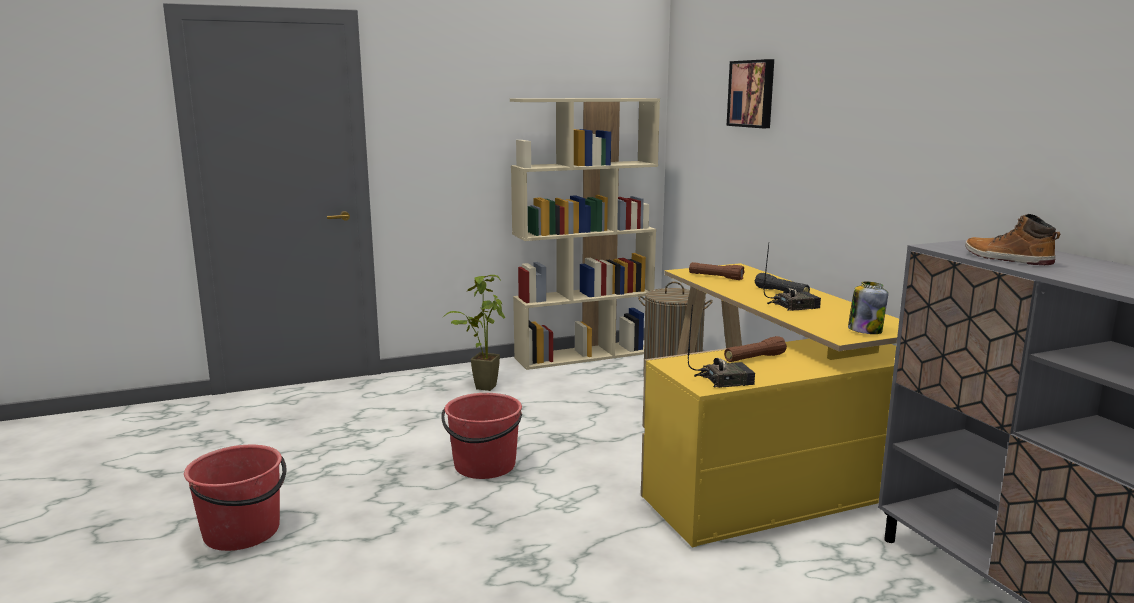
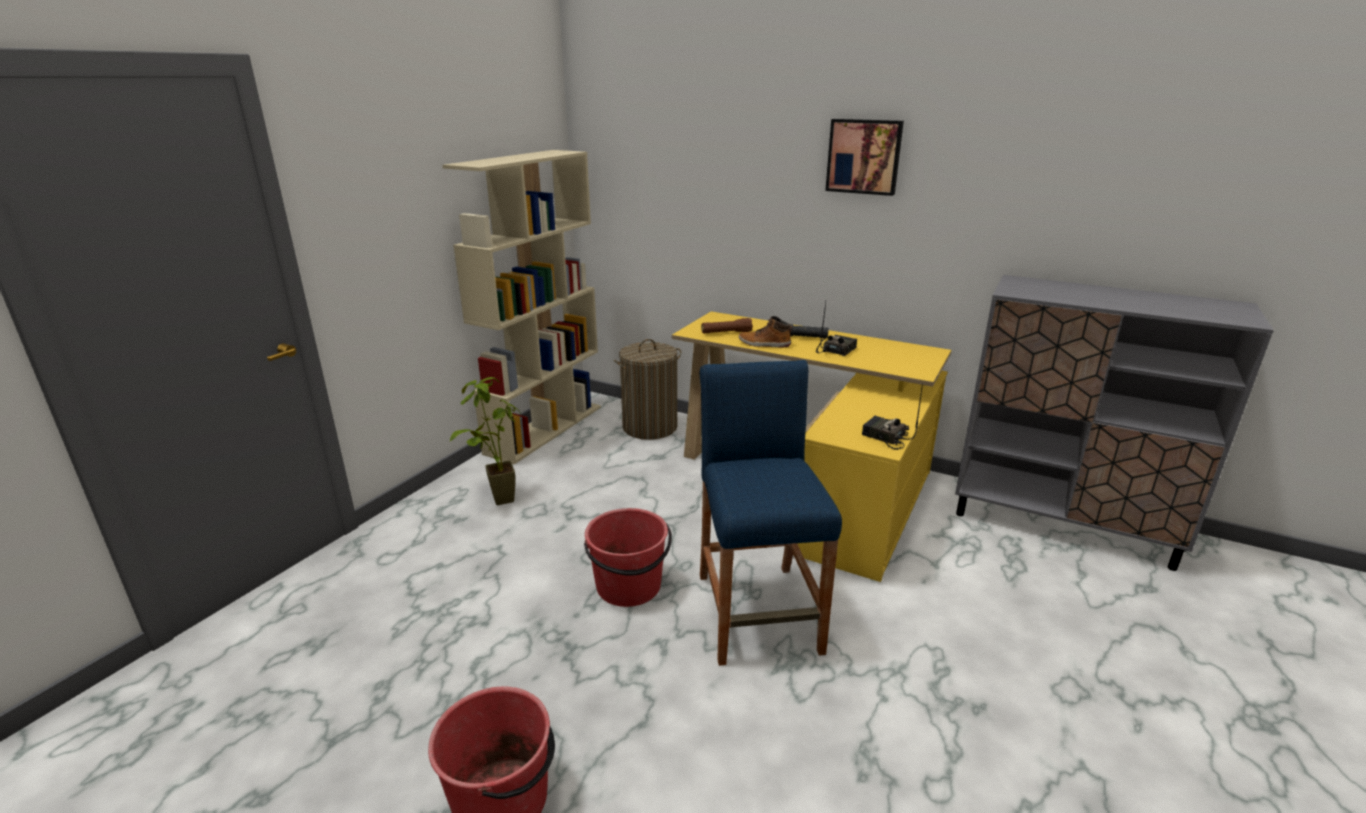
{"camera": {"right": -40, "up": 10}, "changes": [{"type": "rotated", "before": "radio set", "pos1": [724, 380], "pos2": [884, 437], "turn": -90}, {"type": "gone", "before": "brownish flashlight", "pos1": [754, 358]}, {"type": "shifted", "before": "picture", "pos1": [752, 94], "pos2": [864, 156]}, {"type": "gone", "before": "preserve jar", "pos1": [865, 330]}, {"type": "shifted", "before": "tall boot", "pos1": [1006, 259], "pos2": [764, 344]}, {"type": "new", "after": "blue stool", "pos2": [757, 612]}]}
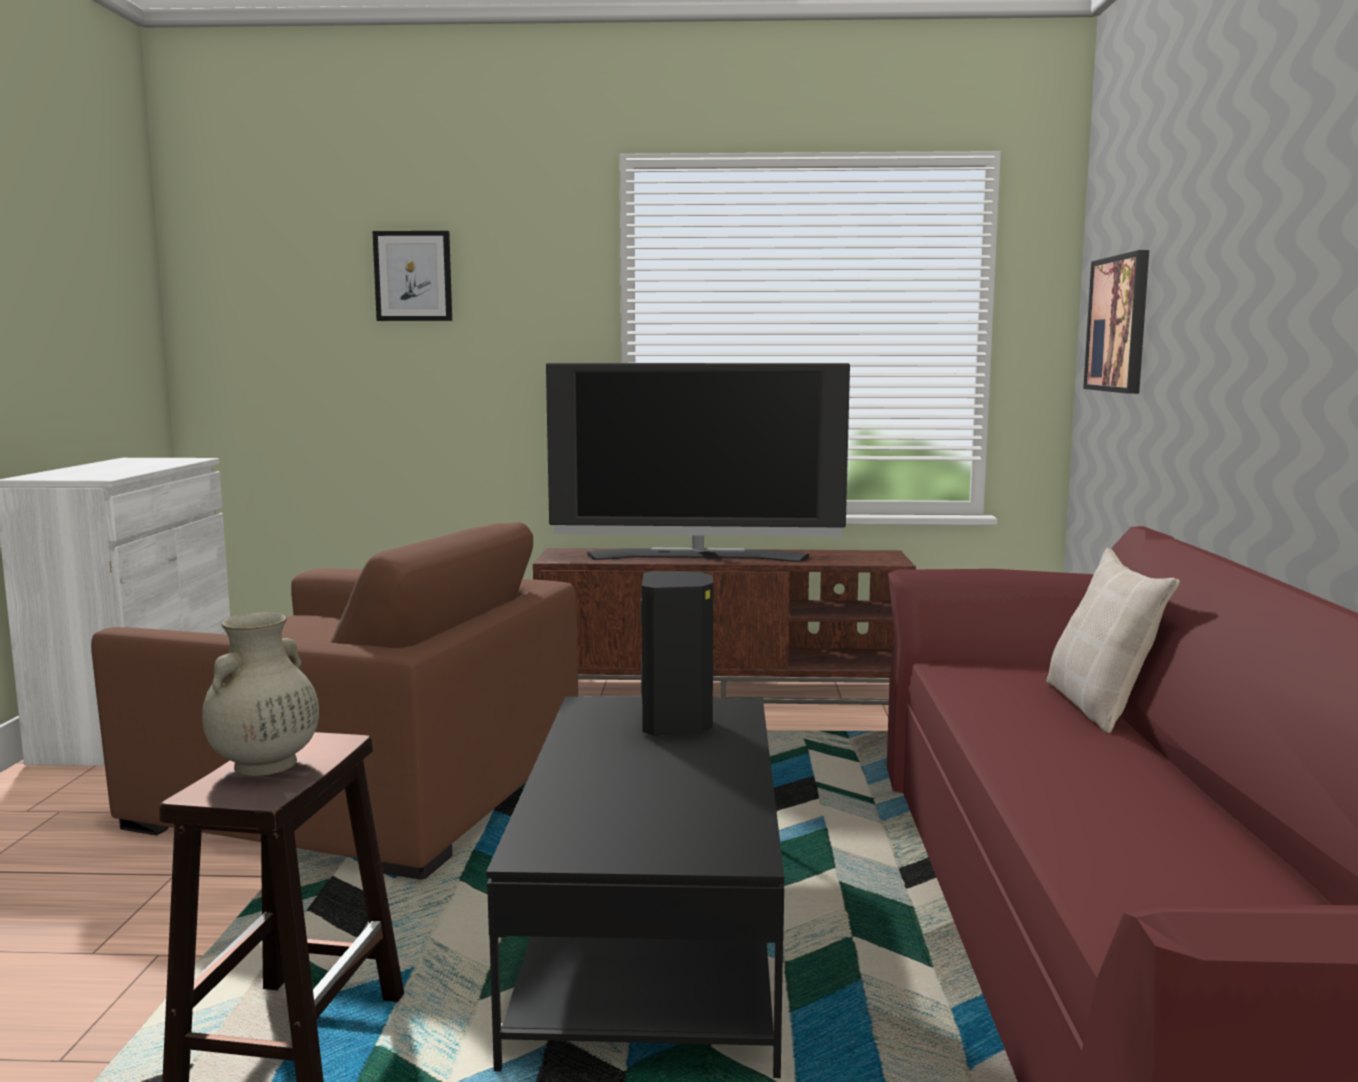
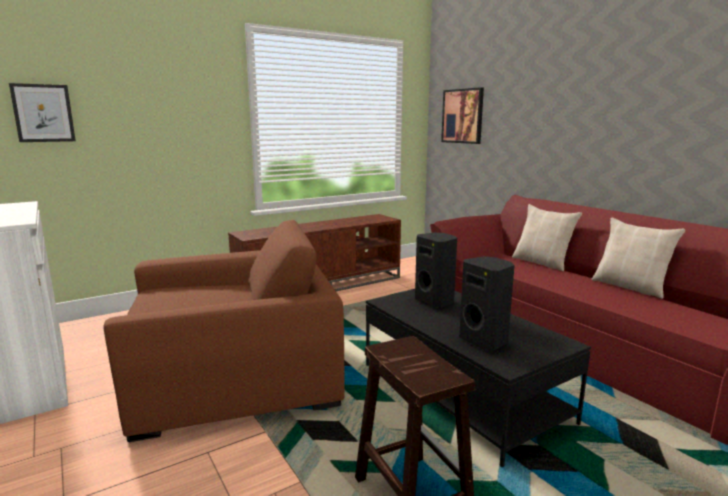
{"camera": {"right": -35, "up": 5}, "changes": [{"type": "gone", "before": "beige-coloured decorative vase", "pos1": [264, 766]}, {"type": "shifted", "before": "picture", "pos1": [413, 276], "pos2": [43, 113]}, {"type": "gone", "before": "television", "pos1": [698, 557]}, {"type": "new", "after": "black loudspeaker", "pos2": [484, 341]}, {"type": "new", "after": "beige-coloured pillow", "pos2": [630, 287]}]}
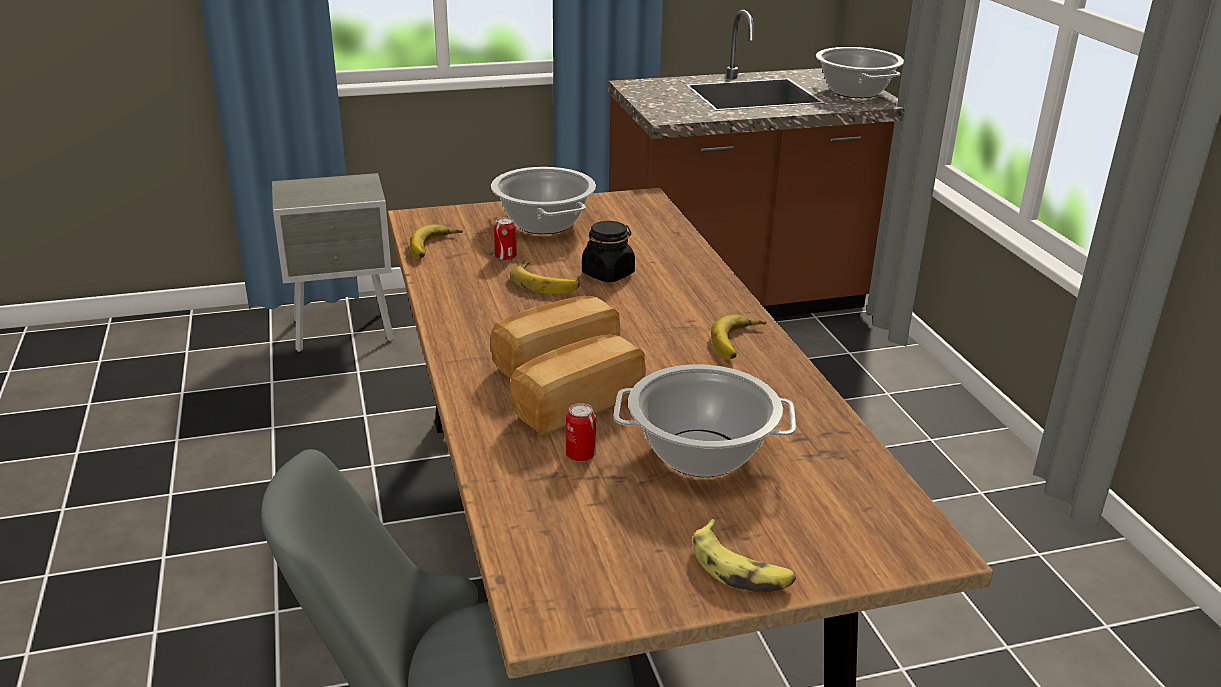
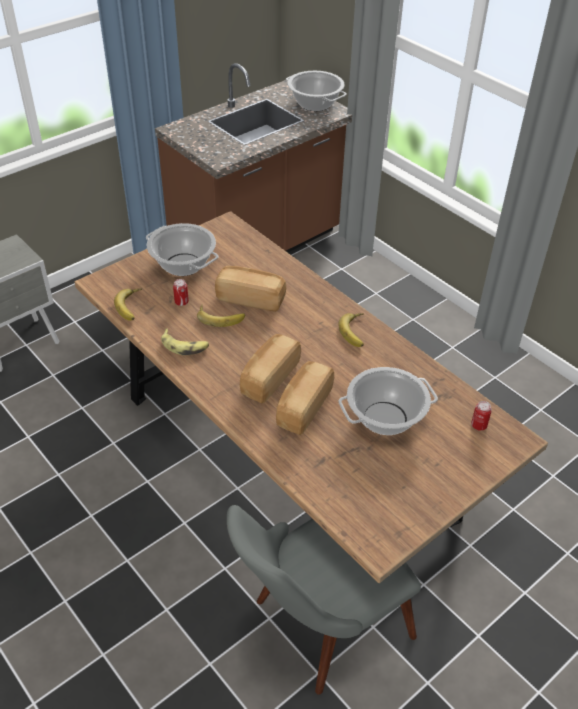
{"camera": {"right": -25, "up": 15}, "changes": [{"type": "shifted", "before": "sealed can", "pos1": [580, 455], "pos2": [478, 425]}, {"type": "swapped", "before": "black preserve jar", "after": "bread", "pos1": [608, 274], "pos2": [251, 298]}, {"type": "shifted", "before": "whole banana", "pos1": [741, 568], "pos2": [185, 346]}]}
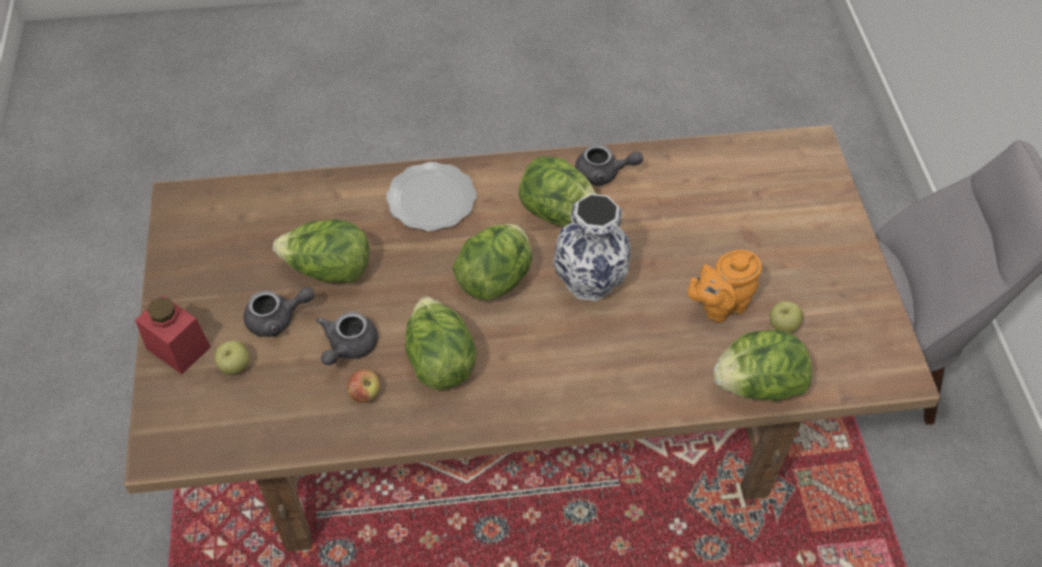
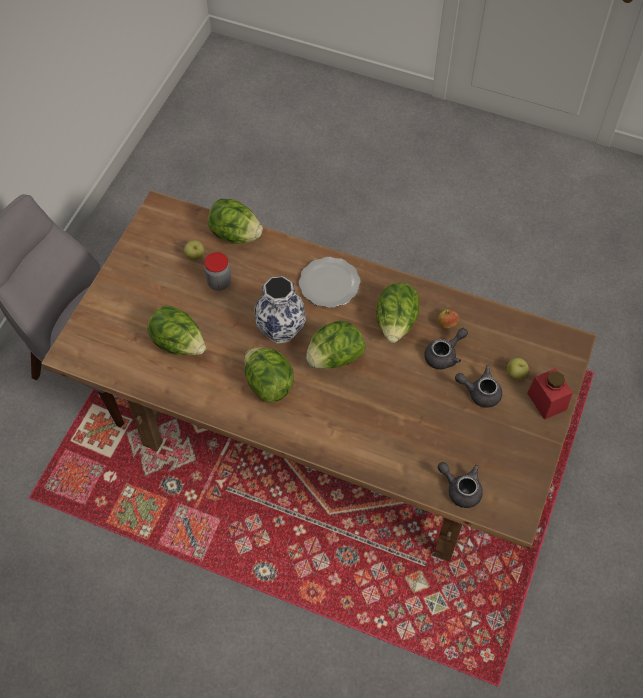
{"camera": {"right": -150, "up": 5}, "changes": [{"type": "shifted", "before": "lettuce", "pos1": [328, 270], "pos2": [179, 343]}, {"type": "shifted", "before": "dinner plate", "pos1": [433, 199], "pos2": [328, 283]}, {"type": "shifted", "before": "greyish pot for tea", "pos1": [603, 174], "pos2": [460, 489]}, {"type": "swapped", "before": "orange pot for tea", "after": "preserve jar", "pos1": [719, 306], "pos2": [219, 282]}]}
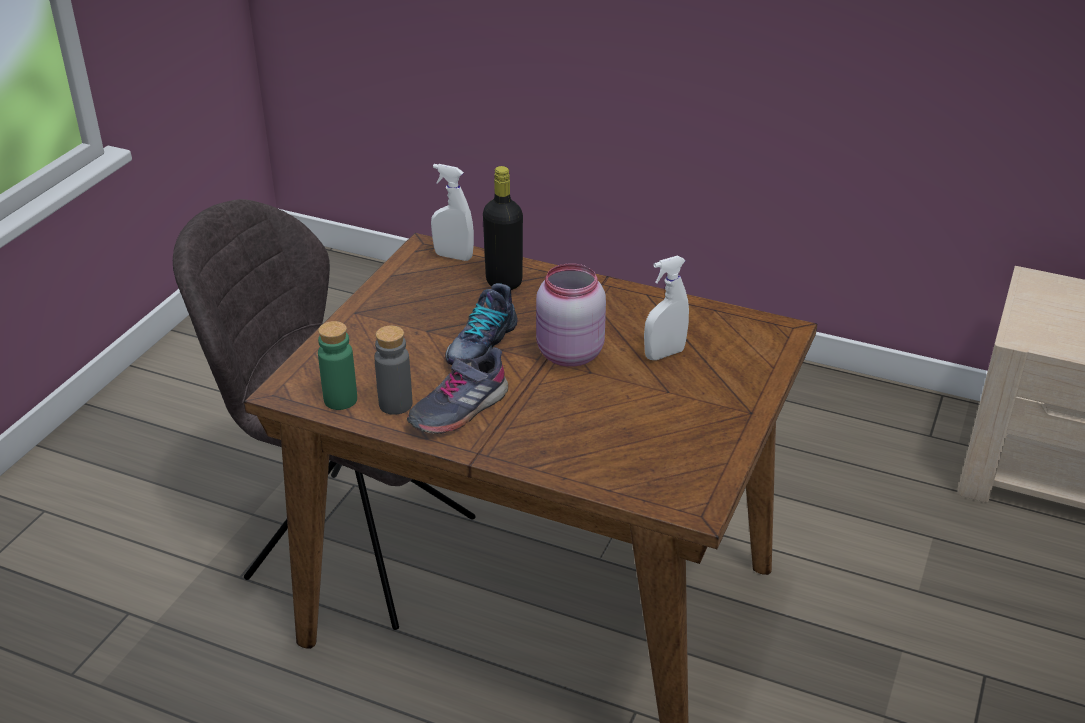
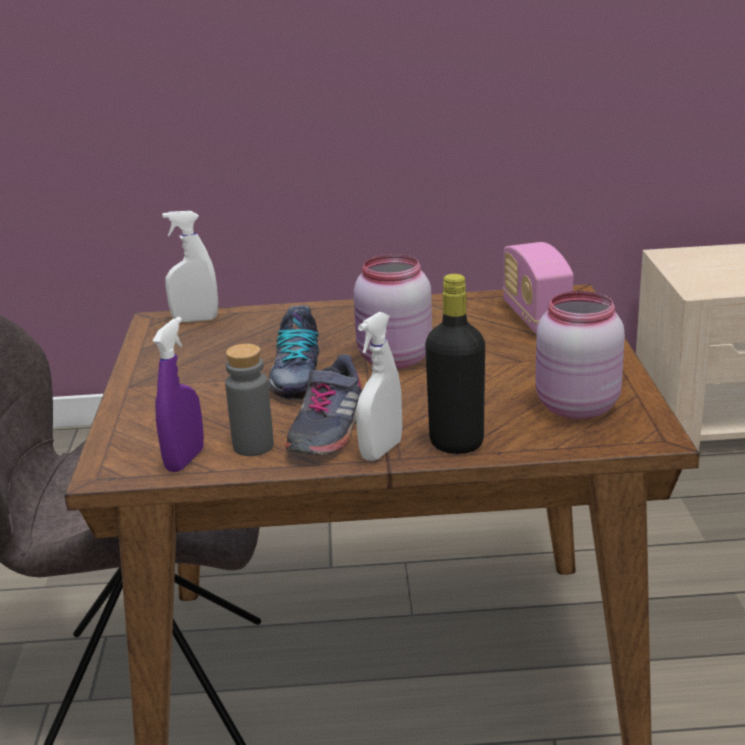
{"camera": {"right": -25, "up": -10}, "changes": [{"type": "swapped", "before": "greenish beverage bottle", "after": "purplish hand sprayer", "pos1": [340, 400], "pos2": [185, 460]}, {"type": "shifted", "before": "black beverage bottle", "pos1": [504, 282], "pos2": [456, 443]}, {"type": "shifted", "before": "whitish hand sprayer", "pos1": [664, 354], "pos2": [381, 450]}, {"type": "new", "after": "radio set", "pos2": [535, 317]}, {"type": "new", "after": "pink preserve jar", "pos2": [574, 407]}]}
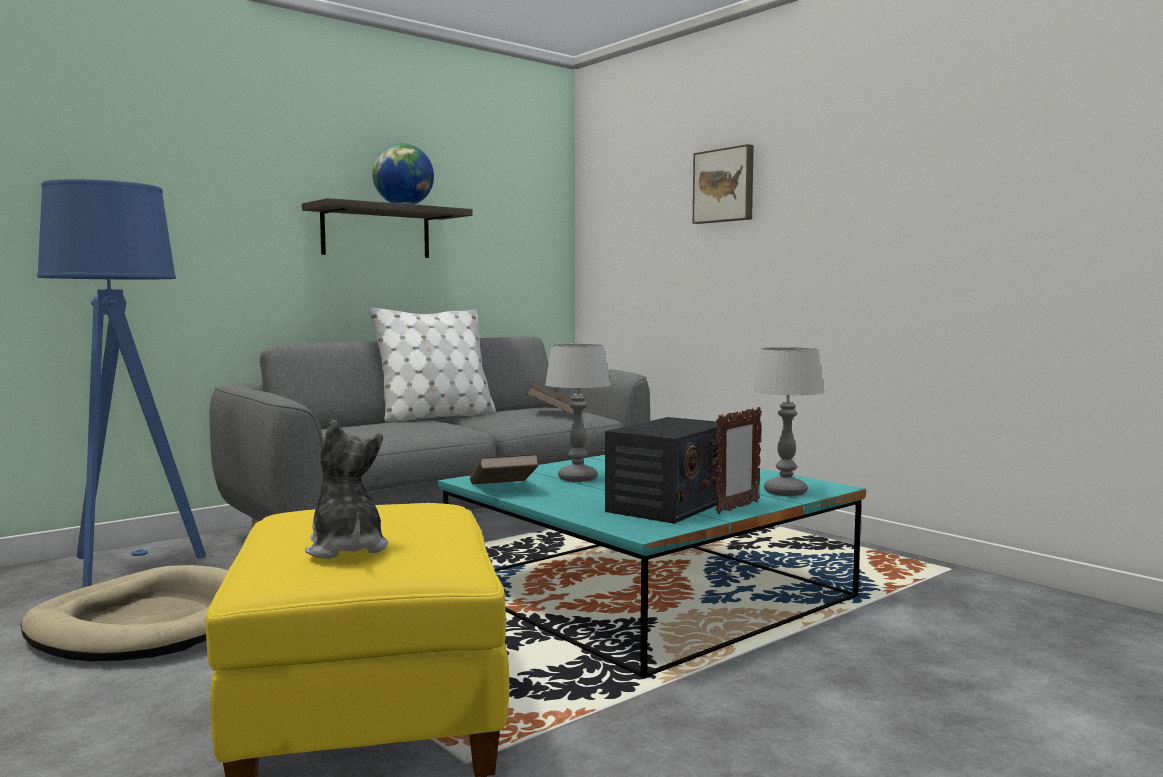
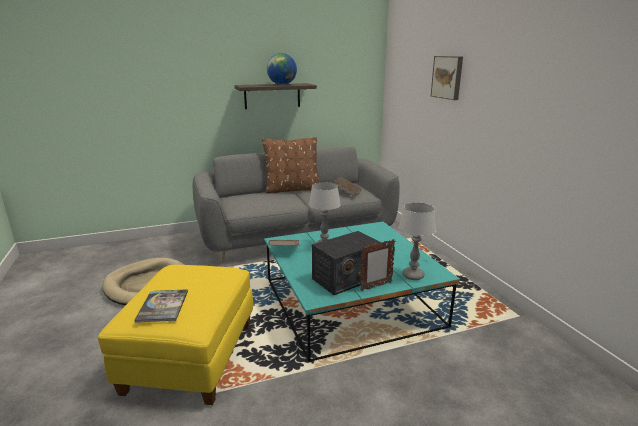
{"camera": {"right": 20, "up": 15}, "changes": [{"type": "gone", "before": "blue standing lamp", "pos1": [125, 568]}, {"type": "swapped", "before": "soft toy", "after": "book", "pos1": [346, 548], "pos2": [162, 306]}, {"type": "repainted", "before": "whitish pillow", "after": "brownish pillow", "pos1": [435, 417], "pos2": [292, 189]}]}
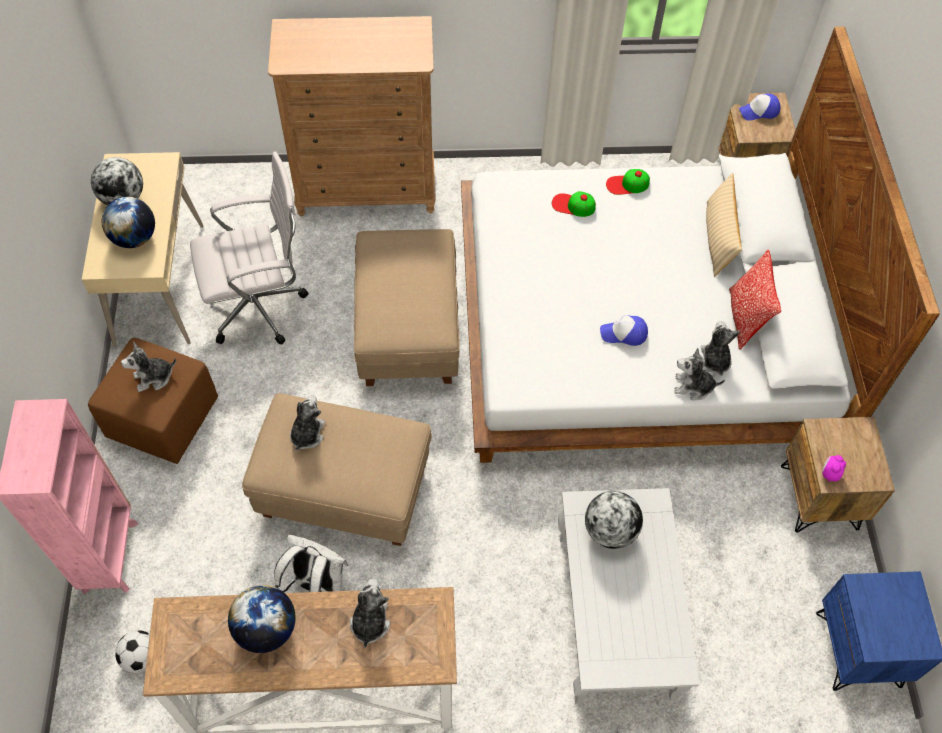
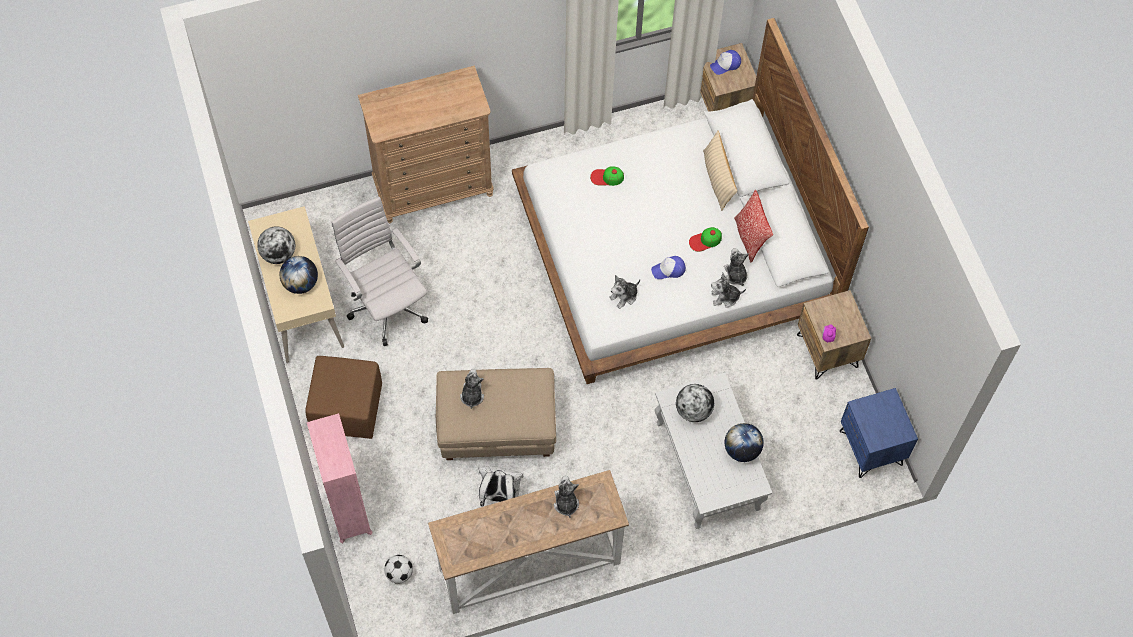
{"camera": {"right": -15, "up": 5}, "changes": [{"type": "shifted", "before": "soft toy", "pos1": [153, 377], "pos2": [624, 296]}, {"type": "rotated", "before": "whitish computer chair", "pos1": [261, 306], "pos2": [386, 305], "turn": -90}, {"type": "shifted", "before": "globe", "pos1": [266, 629], "pos2": [742, 450]}, {"type": "gone", "before": "beige-coloured footrest", "pos1": [408, 331]}, {"type": "shifted", "before": "peaked cap", "pos1": [627, 184], "pos2": [705, 240]}]}
